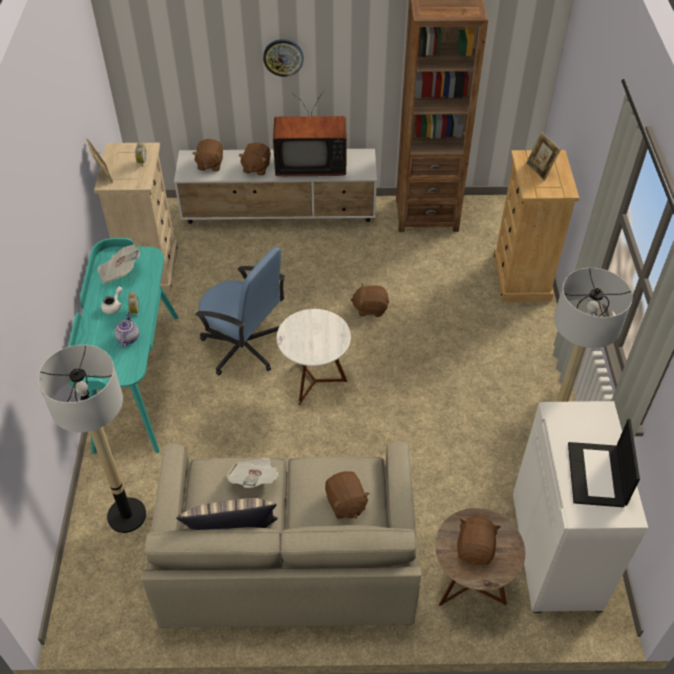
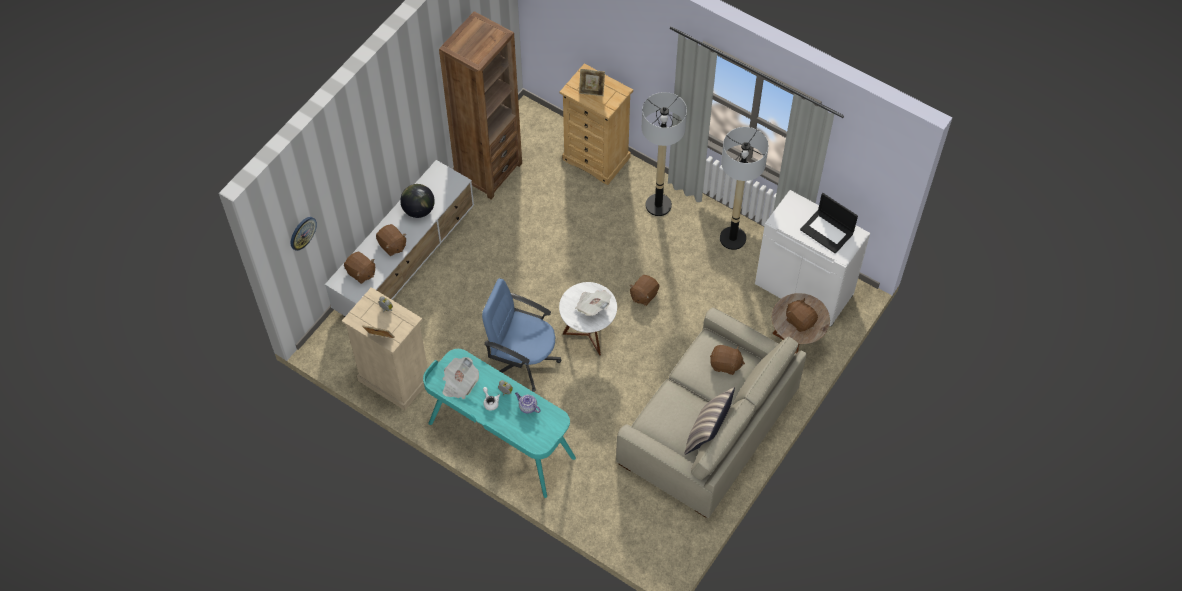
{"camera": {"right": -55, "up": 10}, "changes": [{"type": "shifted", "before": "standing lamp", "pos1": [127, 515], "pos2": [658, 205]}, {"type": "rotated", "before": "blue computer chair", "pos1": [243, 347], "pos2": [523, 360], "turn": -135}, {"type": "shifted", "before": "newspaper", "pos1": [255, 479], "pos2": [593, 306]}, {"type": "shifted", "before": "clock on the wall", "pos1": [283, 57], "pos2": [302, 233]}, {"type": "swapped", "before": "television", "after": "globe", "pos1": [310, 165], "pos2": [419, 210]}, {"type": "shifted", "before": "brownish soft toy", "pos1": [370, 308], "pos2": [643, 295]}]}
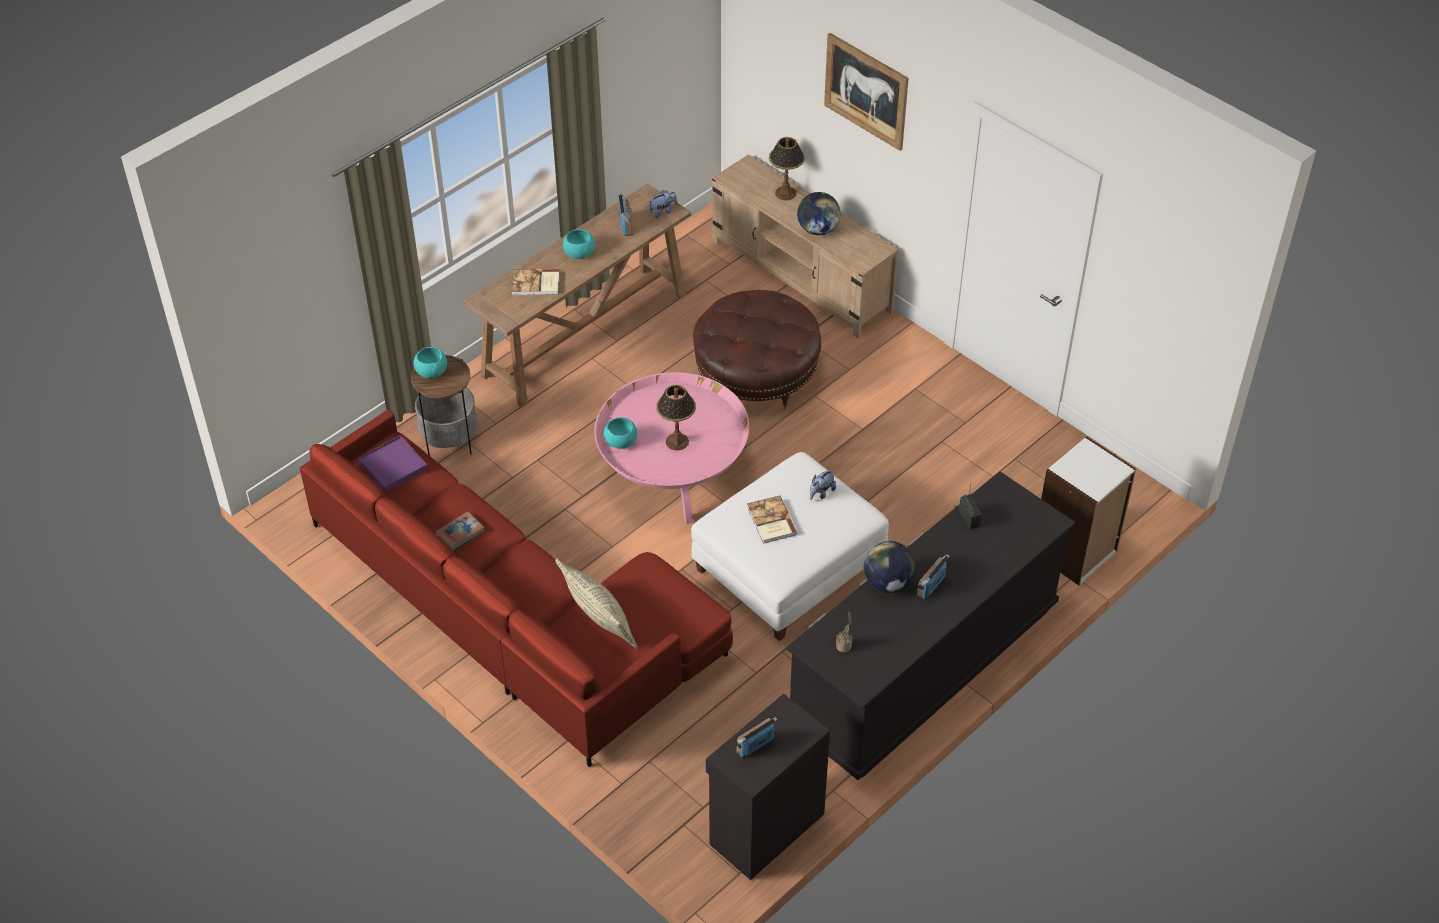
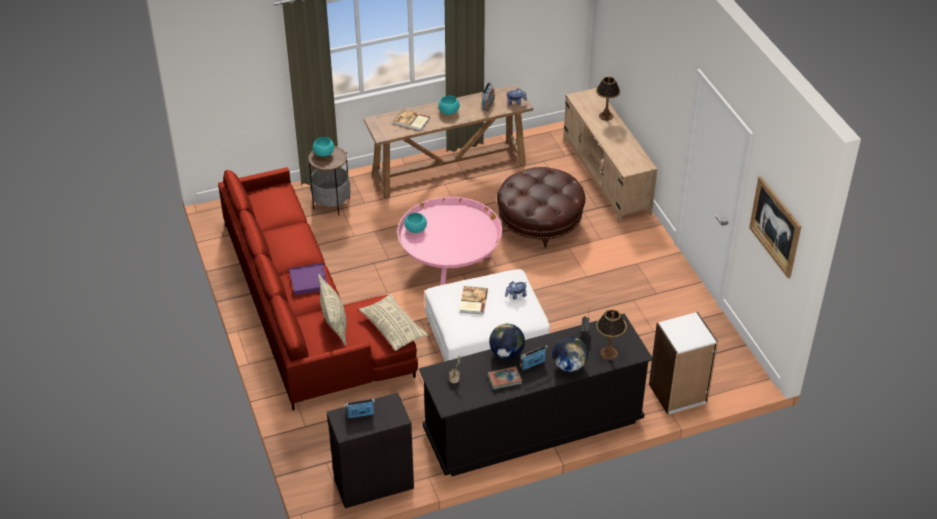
{"camera": {"right": 25, "up": -5}, "changes": [{"type": "shifted", "before": "purplish carrying tray", "pos1": [393, 466], "pos2": [308, 280]}, {"type": "shifted", "before": "book", "pos1": [460, 533], "pos2": [504, 379]}, {"type": "shifted", "before": "lamp for a table", "pos1": [676, 442], "pos2": [608, 353]}, {"type": "shifted", "before": "globe", "pos1": [817, 229], "pos2": [569, 366]}, {"type": "shifted", "before": "picture", "pos1": [866, 91], "pos2": [775, 226]}, {"type": "new", "after": "beige-coloured pillow", "pos2": [393, 328]}]}
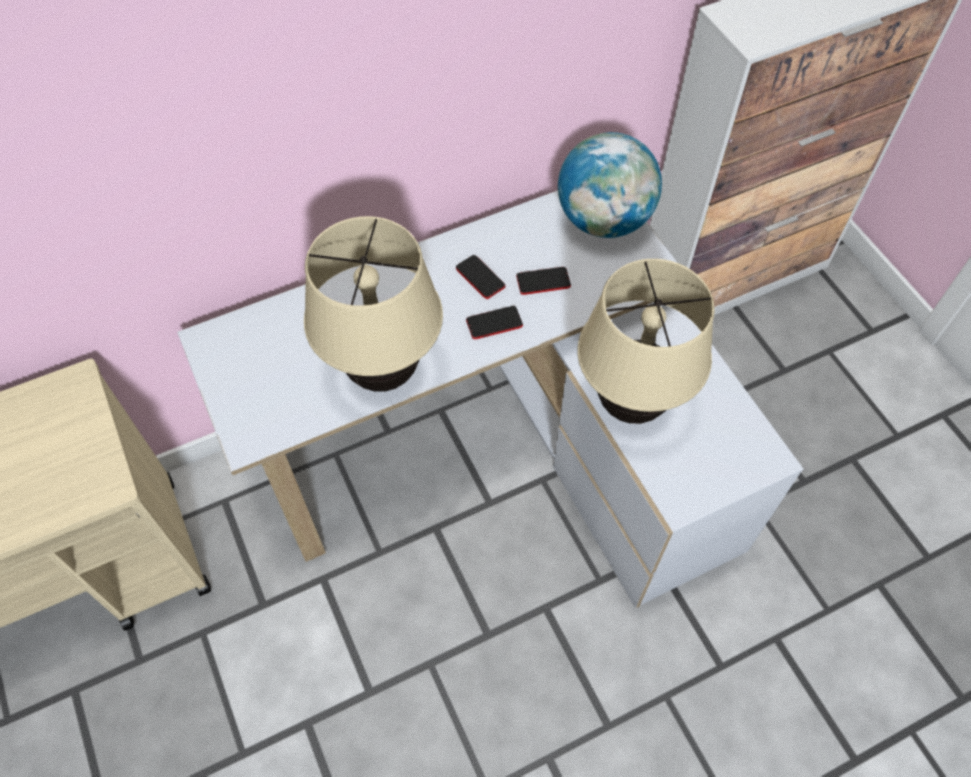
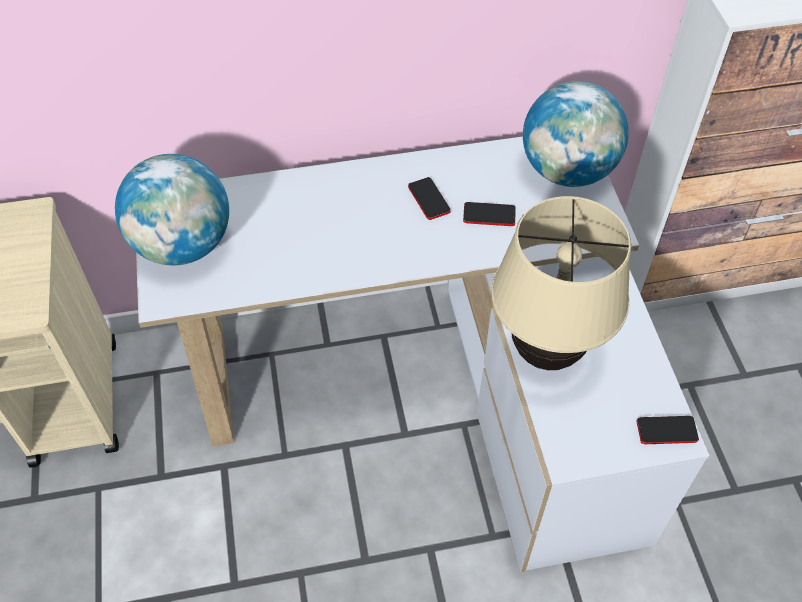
{"camera": {"right": 15, "up": -5}, "changes": [{"type": "gone", "before": "beige-coloured lamp for a table", "pos1": [383, 372]}, {"type": "shifted", "before": "phone", "pos1": [494, 323], "pos2": [666, 430]}, {"type": "new", "after": "globe", "pos2": [183, 245]}]}
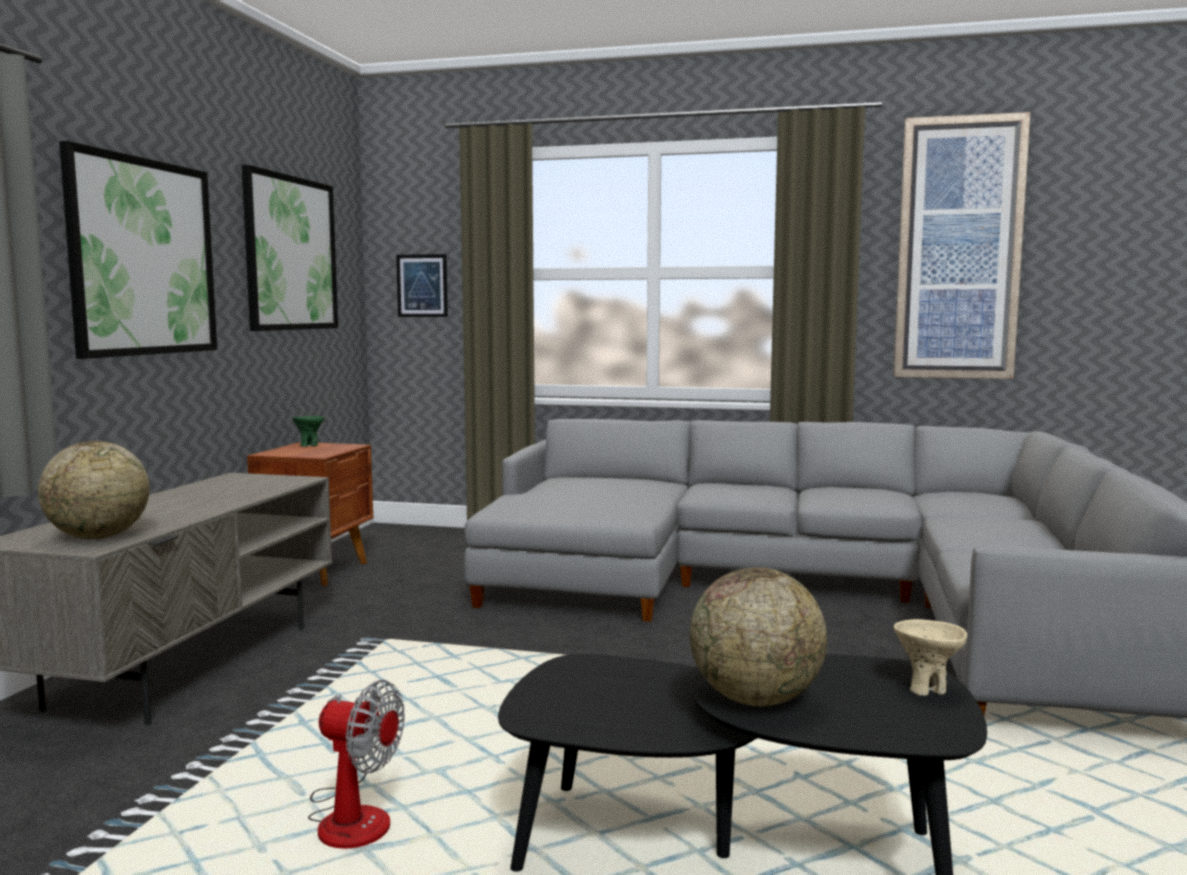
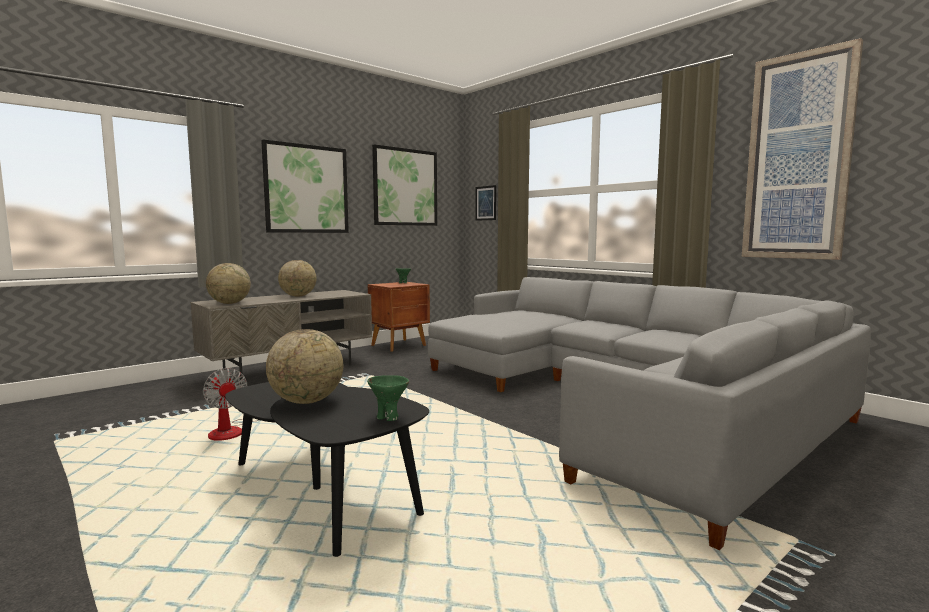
{"camera": {"right": 35, "up": 0}, "changes": [{"type": "repainted", "before": "beige-coloured deep dish", "after": "greenish deep dish", "pos1": [927, 689], "pos2": [388, 417]}, {"type": "new", "after": "globe", "pos2": [298, 296]}]}
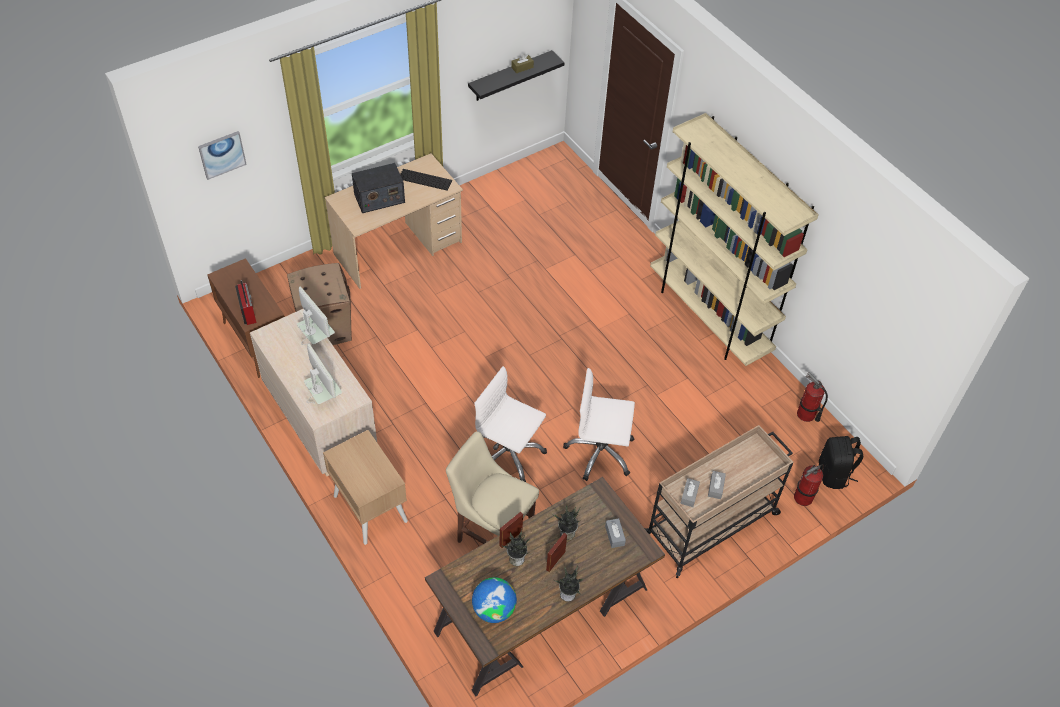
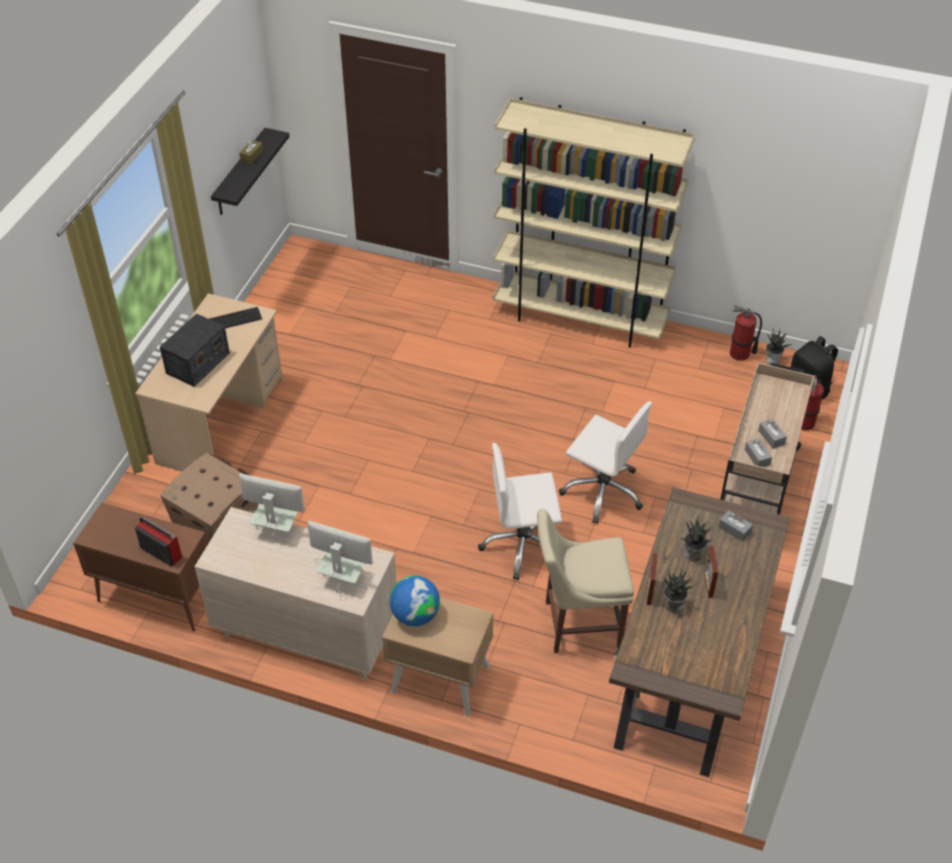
{"camera": {"right": -35, "up": -5}, "changes": [{"type": "gone", "before": "picture", "pos1": [222, 154]}, {"type": "shifted", "before": "globe", "pos1": [493, 609], "pos2": [415, 615]}, {"type": "shifted", "before": "potted plant", "pos1": [568, 594], "pos2": [772, 360]}, {"type": "rotated", "before": "whitish computer chair", "pos1": [600, 452], "pos2": [603, 491], "turn": -120}]}
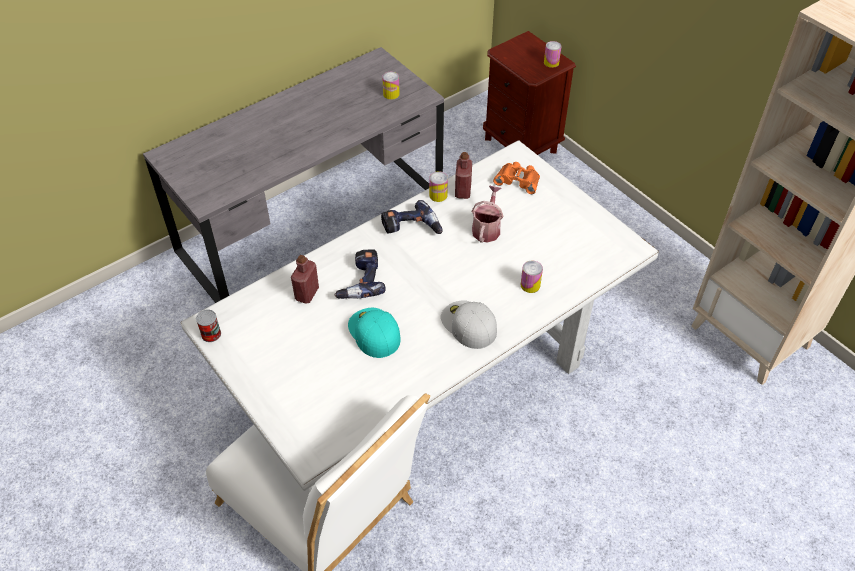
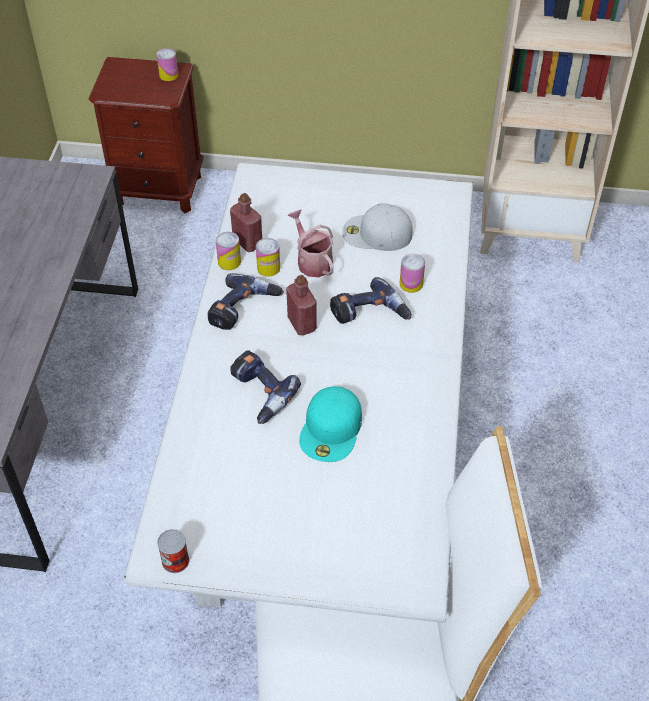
{"camera": {"right": -45, "up": 0}, "changes": [{"type": "shifted", "before": "red beverage bottle", "pos1": [307, 293], "pos2": [302, 324]}, {"type": "rotated", "before": "blue-green peaked cap", "pos1": [373, 332], "pos2": [332, 429], "turn": -90}, {"type": "shifted", "before": "sealed can", "pos1": [391, 94], "pos2": [268, 268]}, {"type": "shifted", "before": "whitish peaked cap", "pos1": [468, 324], "pos2": [376, 233]}, {"type": "gone", "before": "orange binoculars", "pos1": [518, 180]}, {"type": "new", "after": "drill", "pos2": [369, 315]}]}
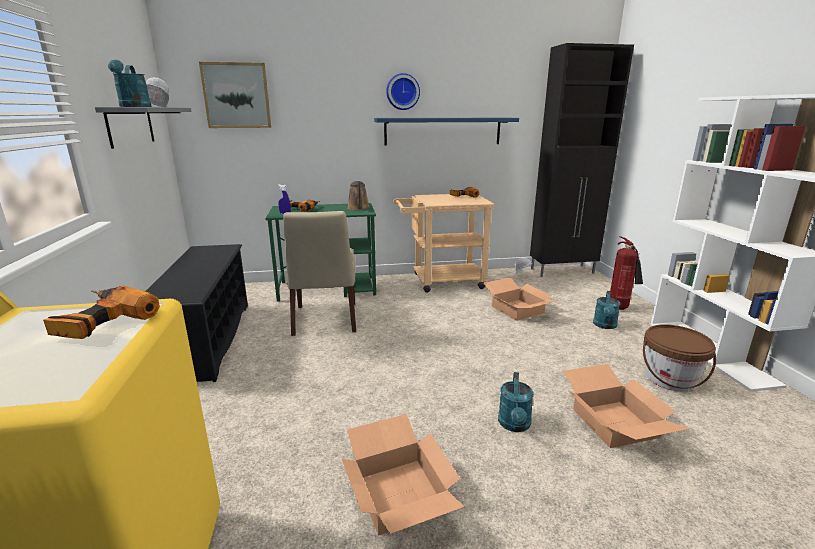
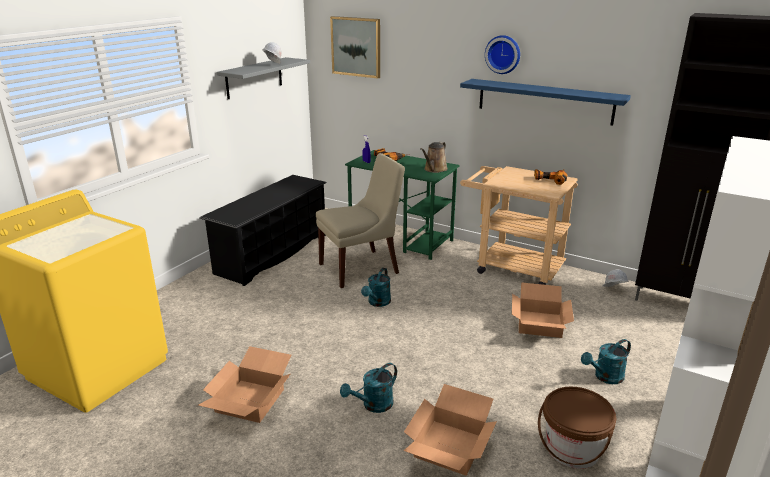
{"camera": {"right": 40, "up": 5}, "changes": [{"type": "gone", "before": "drill", "pos1": [100, 322]}, {"type": "shifted", "before": "blue-green watering can", "pos1": [134, 106], "pos2": [377, 303]}, {"type": "rotated", "before": "beige-coloured plain chair", "pos1": [325, 320], "pos2": [361, 268], "turn": -150}, {"type": "gone", "before": "fire-fighting cylinder", "pos1": [620, 309]}]}
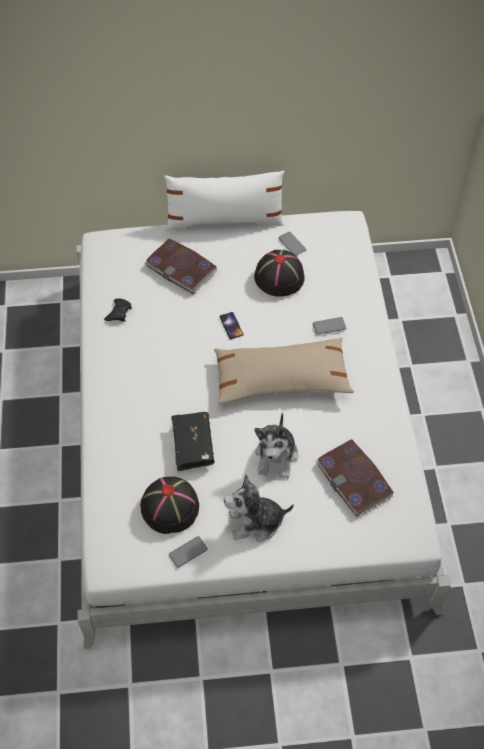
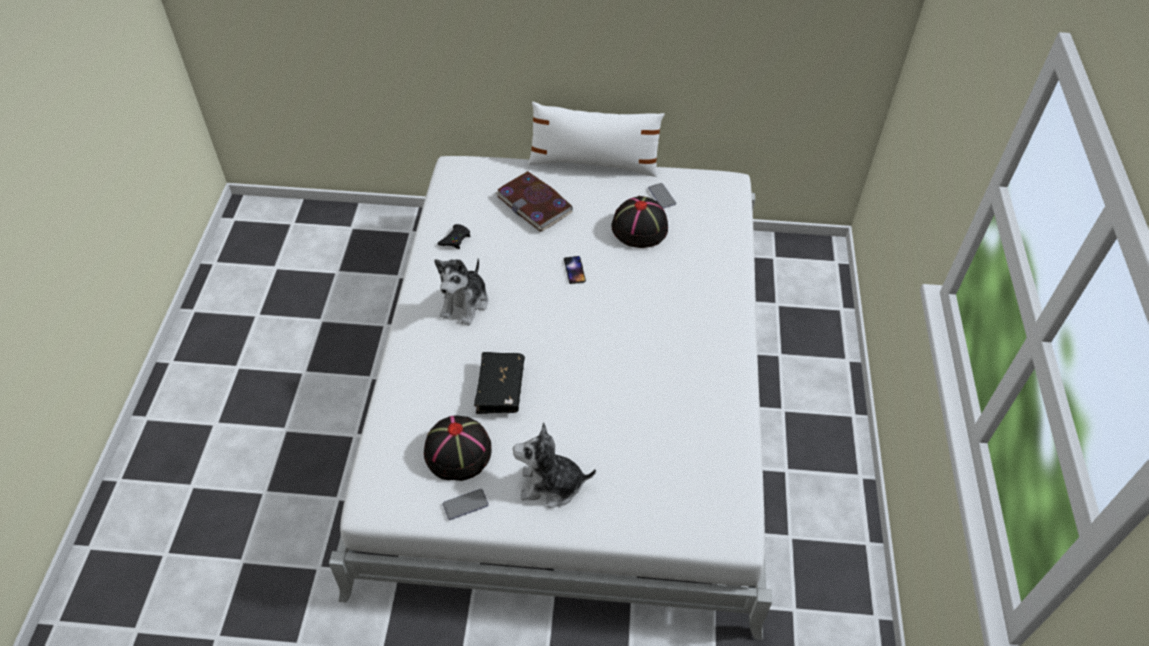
{"camera": {"right": 10, "up": -5}, "changes": [{"type": "gone", "before": "beige-coloured pillow", "pos1": [281, 378]}, {"type": "shifted", "before": "soft toy", "pos1": [276, 456], "pos2": [465, 303]}, {"type": "gone", "before": "phone", "pos1": [329, 326]}, {"type": "gone", "before": "book", "pos1": [354, 479]}]}
